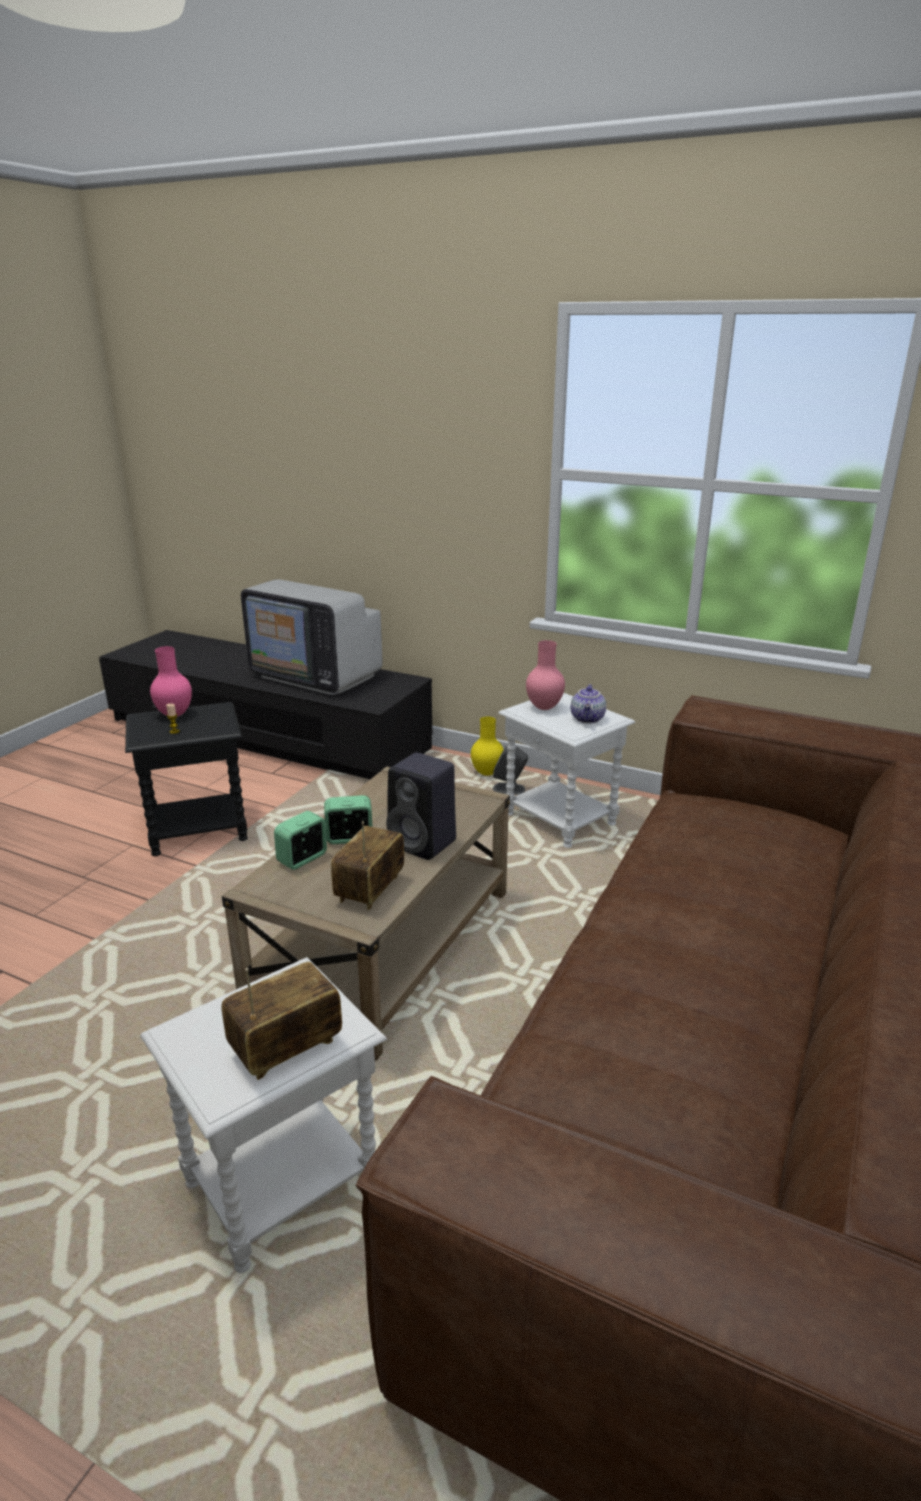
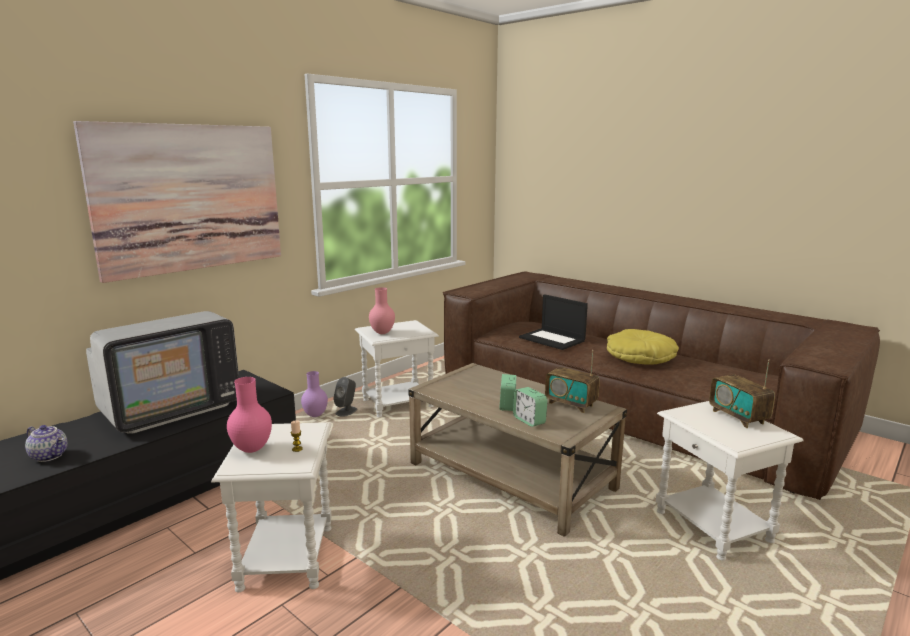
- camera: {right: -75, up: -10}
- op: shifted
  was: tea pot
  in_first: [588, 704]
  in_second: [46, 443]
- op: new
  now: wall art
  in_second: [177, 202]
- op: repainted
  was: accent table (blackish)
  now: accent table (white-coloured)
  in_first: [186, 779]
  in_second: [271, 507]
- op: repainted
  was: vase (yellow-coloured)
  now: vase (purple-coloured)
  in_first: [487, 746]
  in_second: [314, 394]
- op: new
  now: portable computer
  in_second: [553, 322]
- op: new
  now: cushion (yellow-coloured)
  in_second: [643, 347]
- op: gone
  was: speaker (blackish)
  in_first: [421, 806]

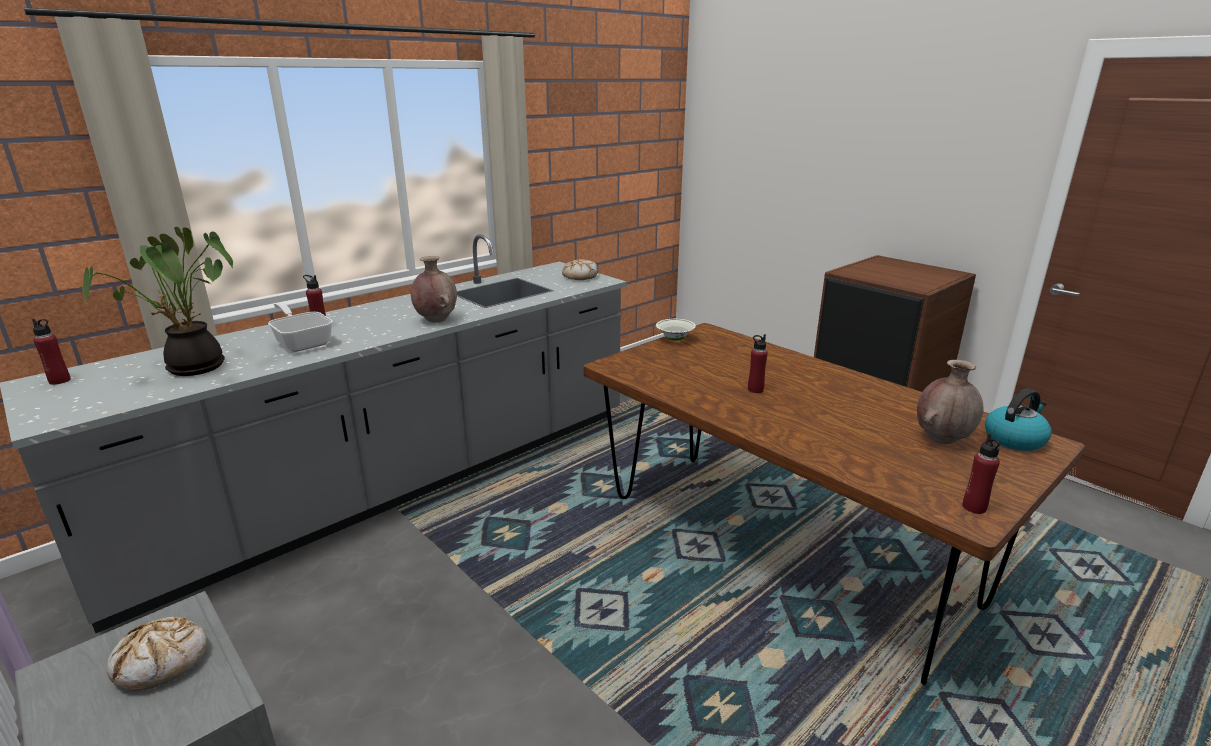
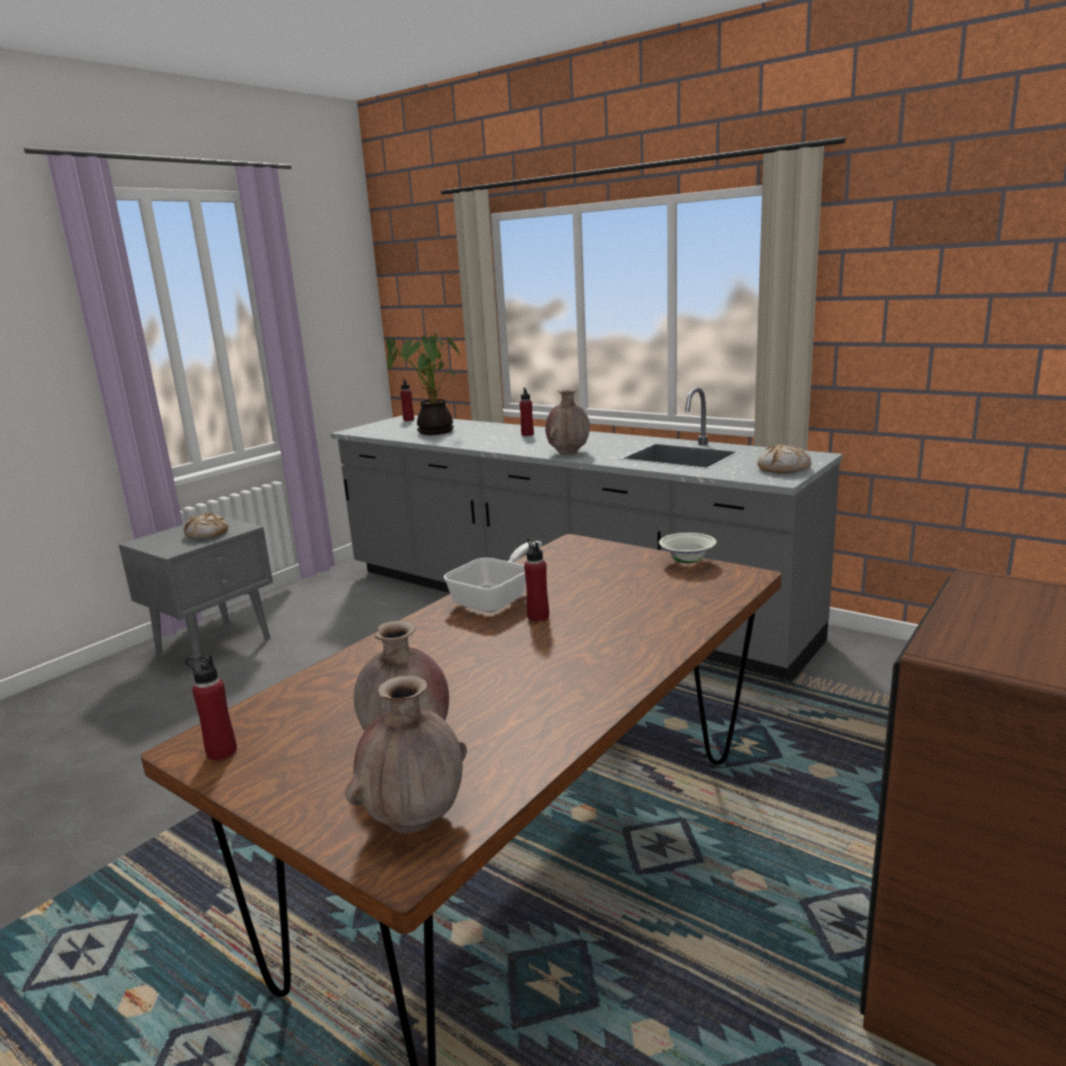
- camera: {right: 80, up: -5}
- op: swapped
  was: tea kettle
  now: vase (brown-coloured)
  in_first: [1018, 420]
  in_second: [406, 755]
- op: shifted
  was: frying pan
  in_first: [300, 327]
  in_second: [493, 577]

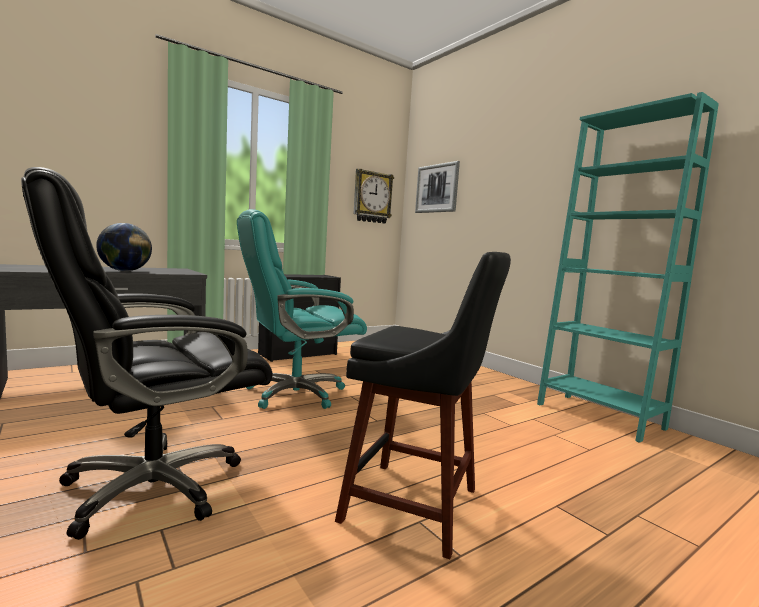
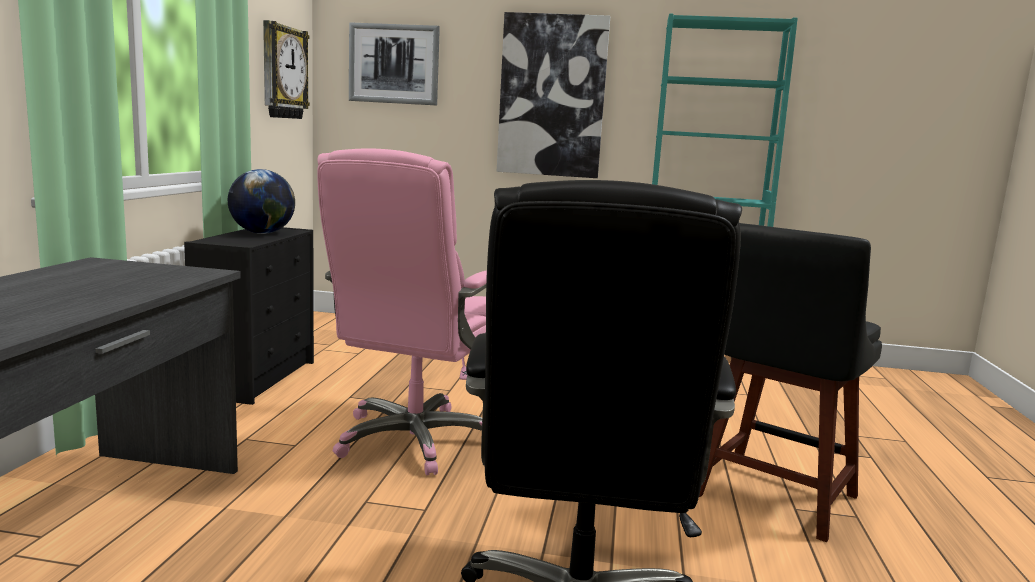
- camera: {right: -45, up: 5}
- op: shifted
  was: world globe
  in_first: [124, 247]
  in_second: [261, 201]
- op: repainted
  was: computer chair (blue-green)
  now: computer chair (pinkish)
  in_first: [302, 309]
  in_second: [402, 311]
- op: new
  now: wall art
  in_second: [553, 95]
- op: rotated
  was: plain chair (blackish)
  in_first: [423, 405]
  in_second: [790, 382]
  clockwise: 150

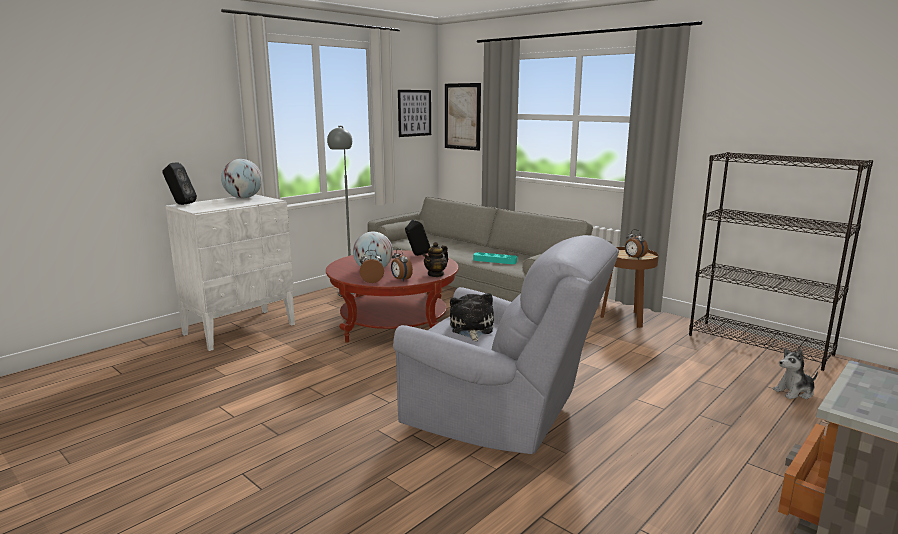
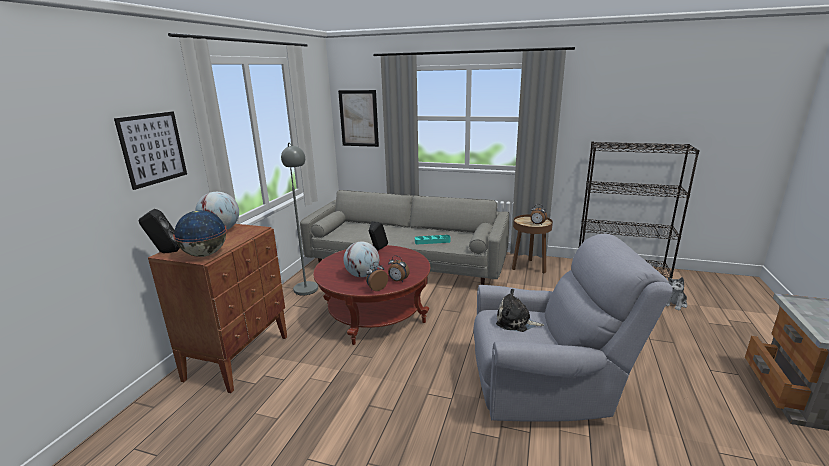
- camera: {right: -25, up: 5}
- op: shifted
  was: wall art
  in_first: [414, 113]
  in_second: [150, 150]
- op: repainted
  was: chest of drawers (white-coloured)
  now: chest of drawers (brown-coloured)
  in_first: [230, 272]
  in_second: [217, 308]
- op: new
  now: world globe
  in_second: [200, 233]
- op: rotated
  was: plush toy
  in_first: [472, 317]
  in_second: [520, 310]
  clockwise: -45
- op: gone
  was: tea pot
  in_first: [435, 259]

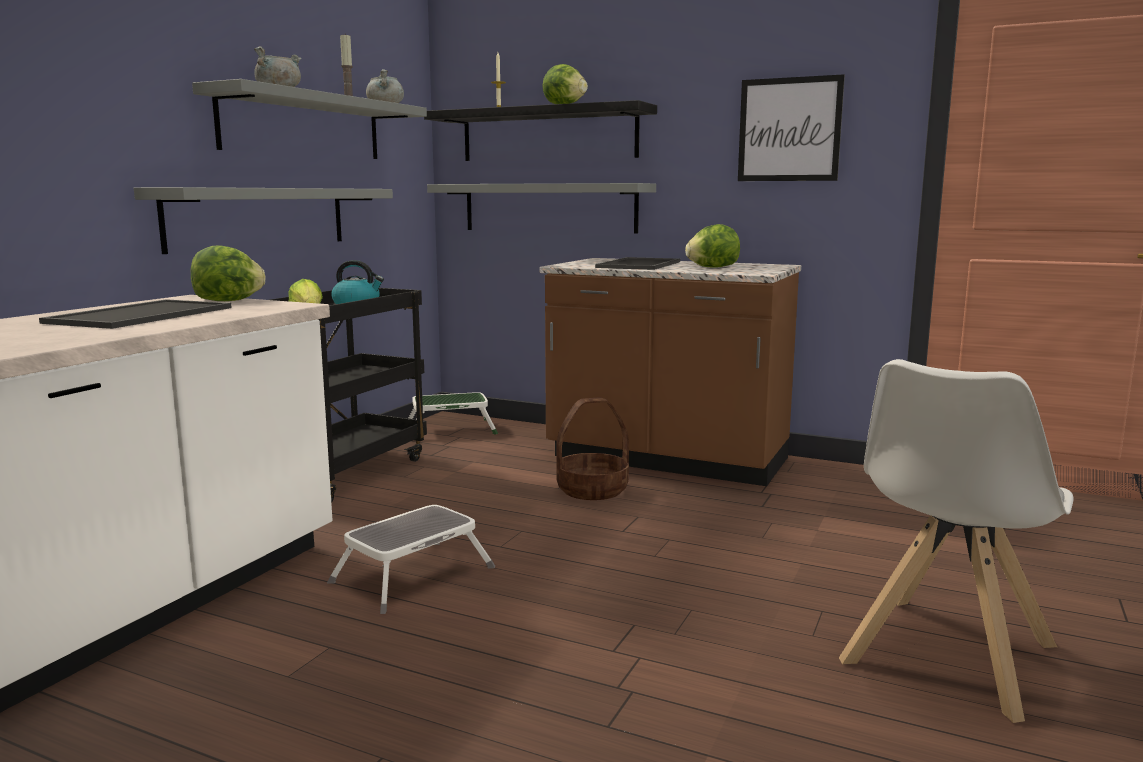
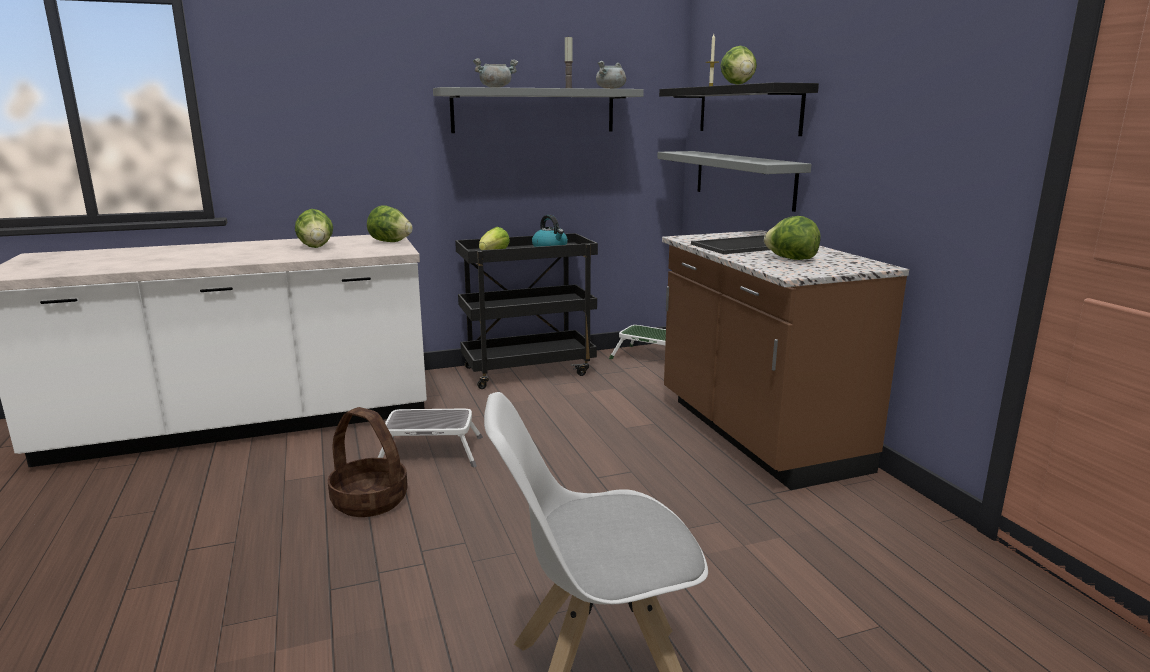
- camera: {right: 45, up: 5}
- op: swapped
  was: carrying tray
  now: lettuce head
  in_first: [135, 314]
  in_second: [314, 228]
- op: shifted
  was: storage basket
  in_first: [592, 448]
  in_second: [367, 462]
- op: gone
  was: bracket shelf (grey)
  in_first: [263, 220]
- op: gone
  was: wall art
  in_first: [791, 127]

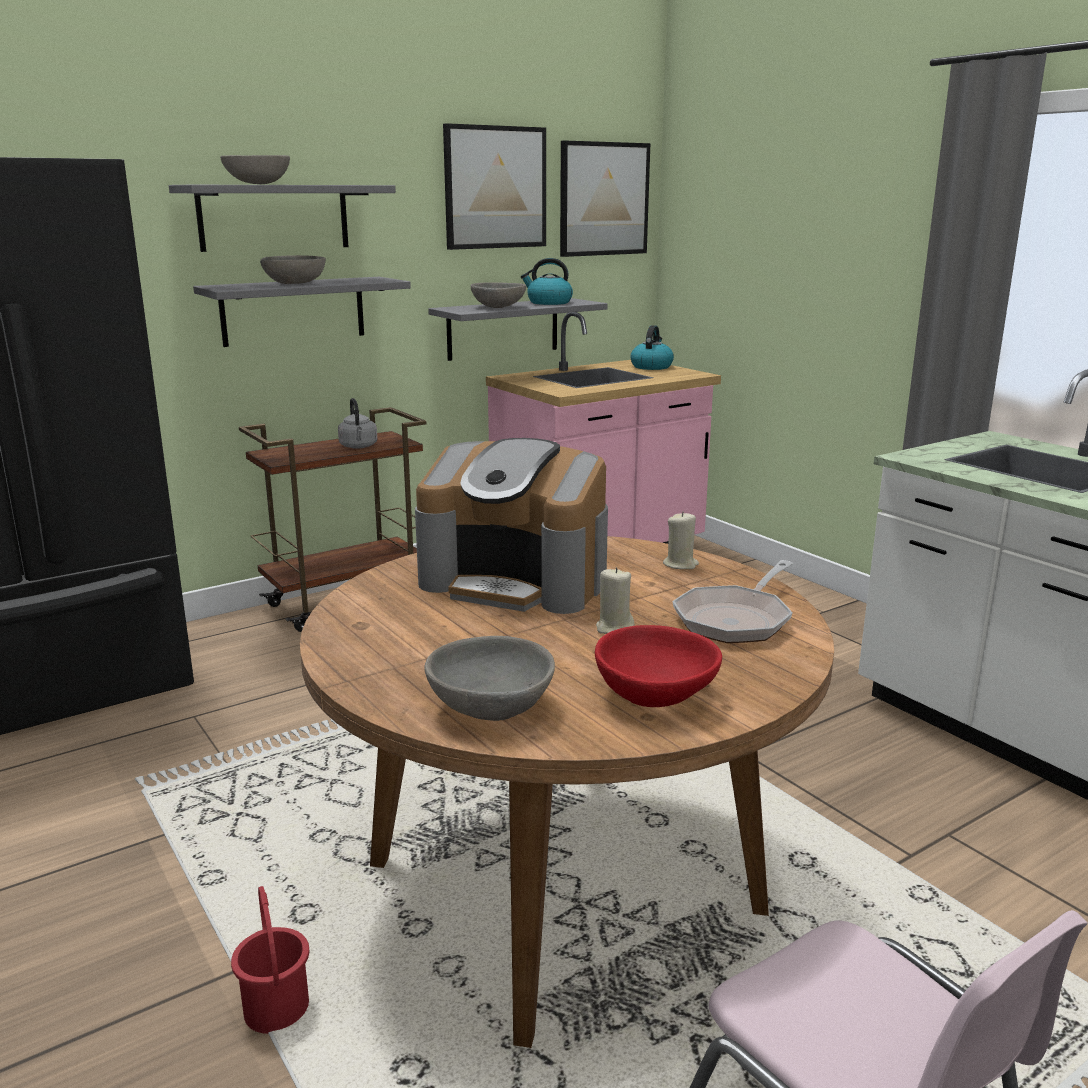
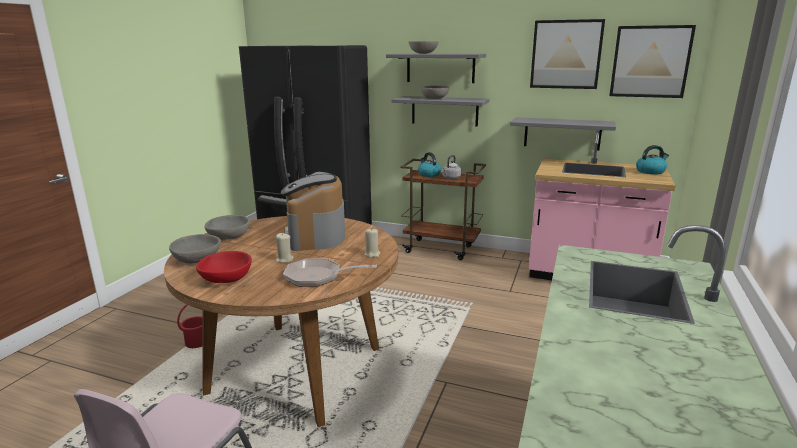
- camera: {right: 55, up: 0}
- op: shifted
  was: serving bowl (grey)
  in_first: [498, 295]
  in_second: [227, 227]
- op: shifted
  was: tea kettle
  in_first: [547, 281]
  in_second: [430, 164]

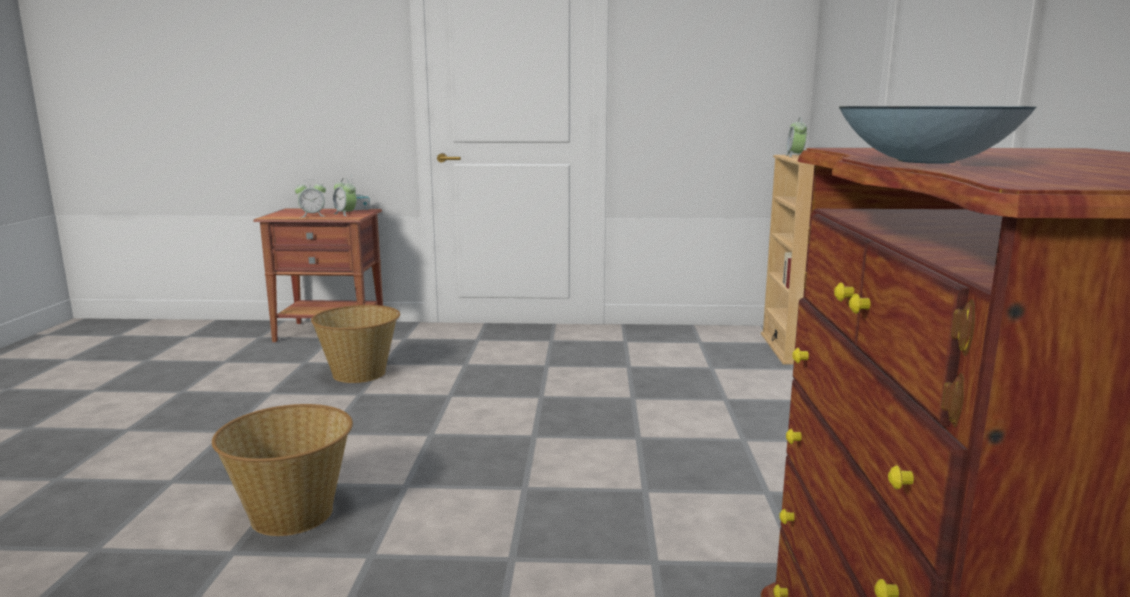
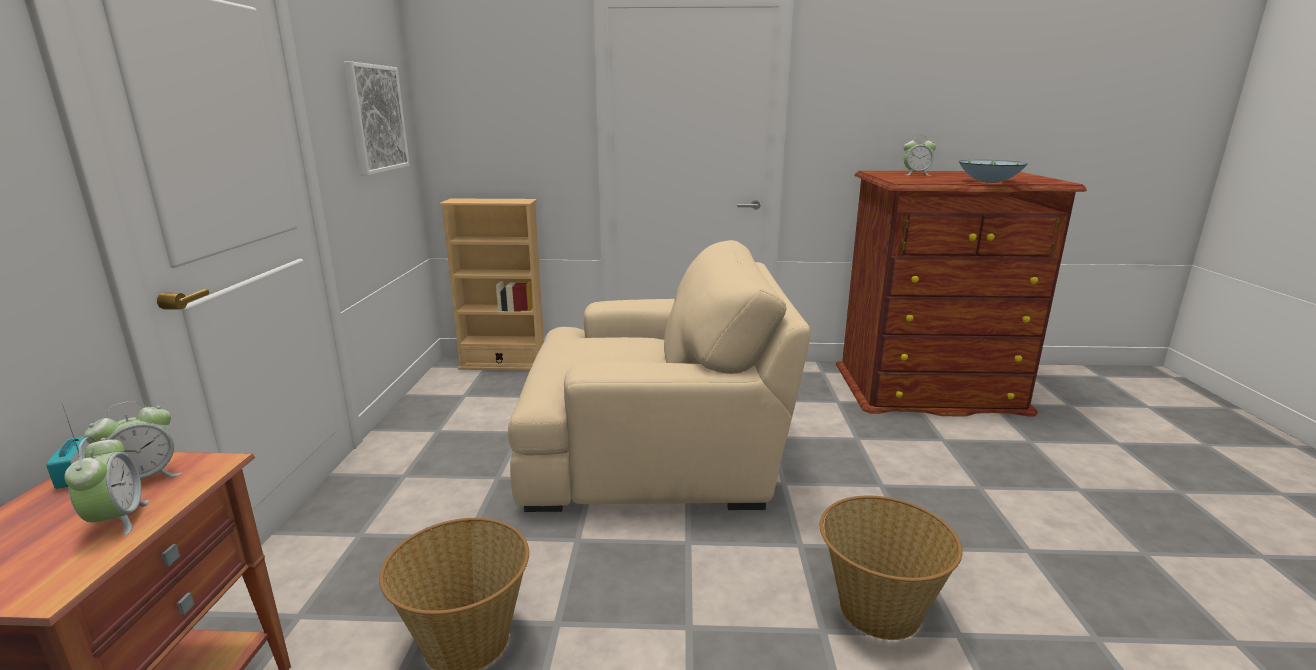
- camera: {right: -90, up: 5}
- op: new
  now: wall art
  in_second: [377, 118]
- op: new
  now: lounge chair (sand-coloured)
  in_second: [659, 376]
- op: shifted
  was: alarm clock
  in_first: [796, 137]
  in_second: [920, 157]

